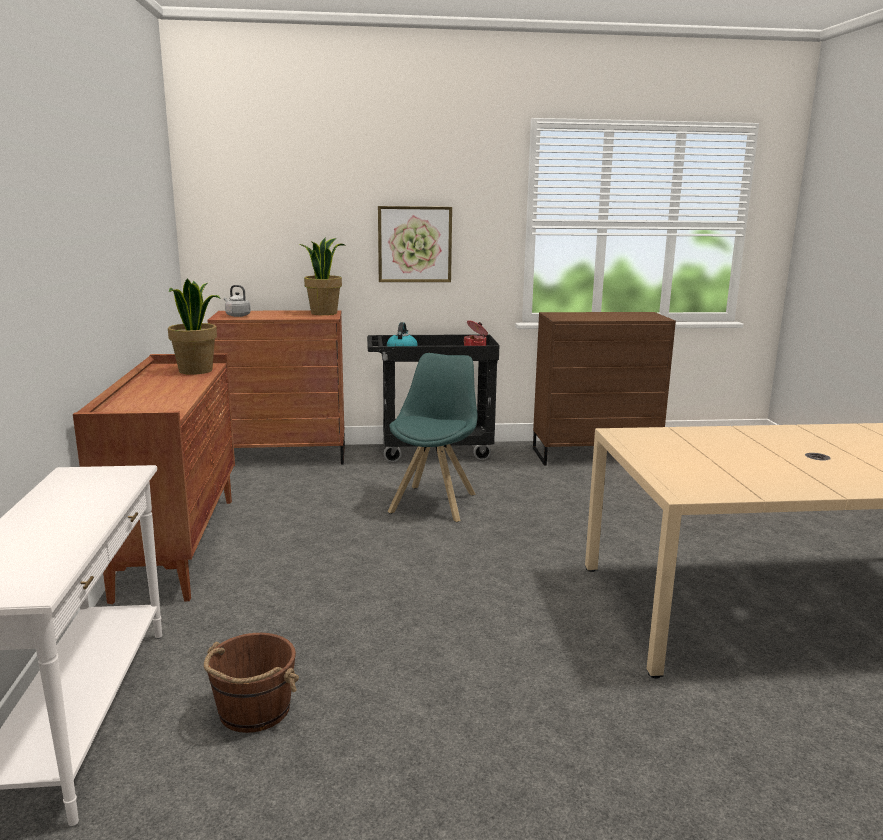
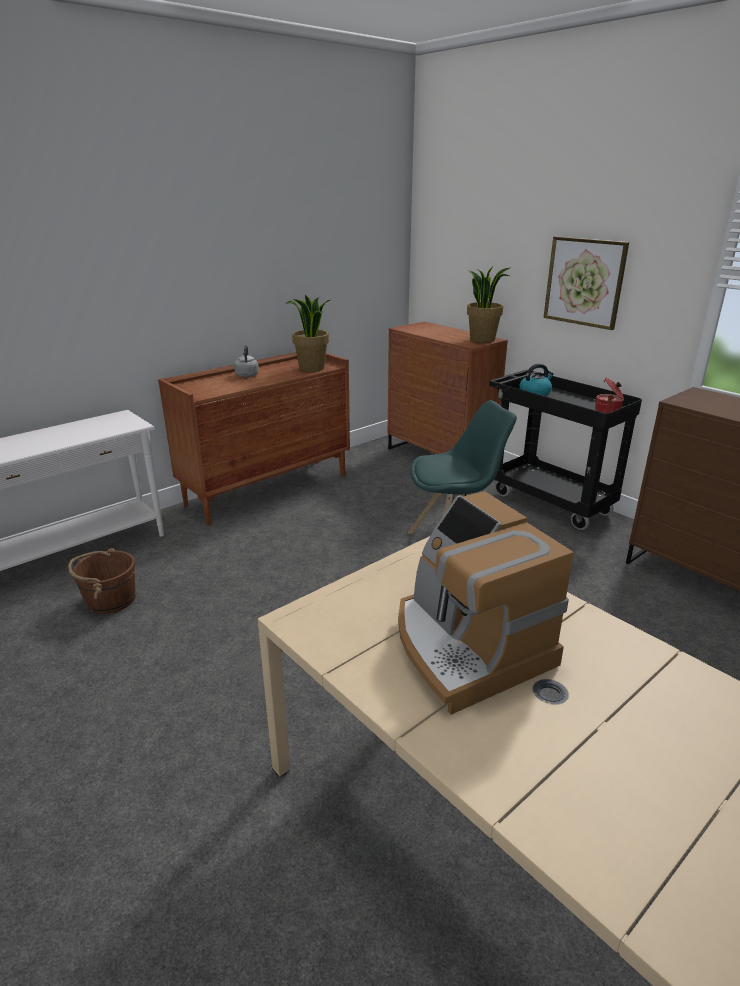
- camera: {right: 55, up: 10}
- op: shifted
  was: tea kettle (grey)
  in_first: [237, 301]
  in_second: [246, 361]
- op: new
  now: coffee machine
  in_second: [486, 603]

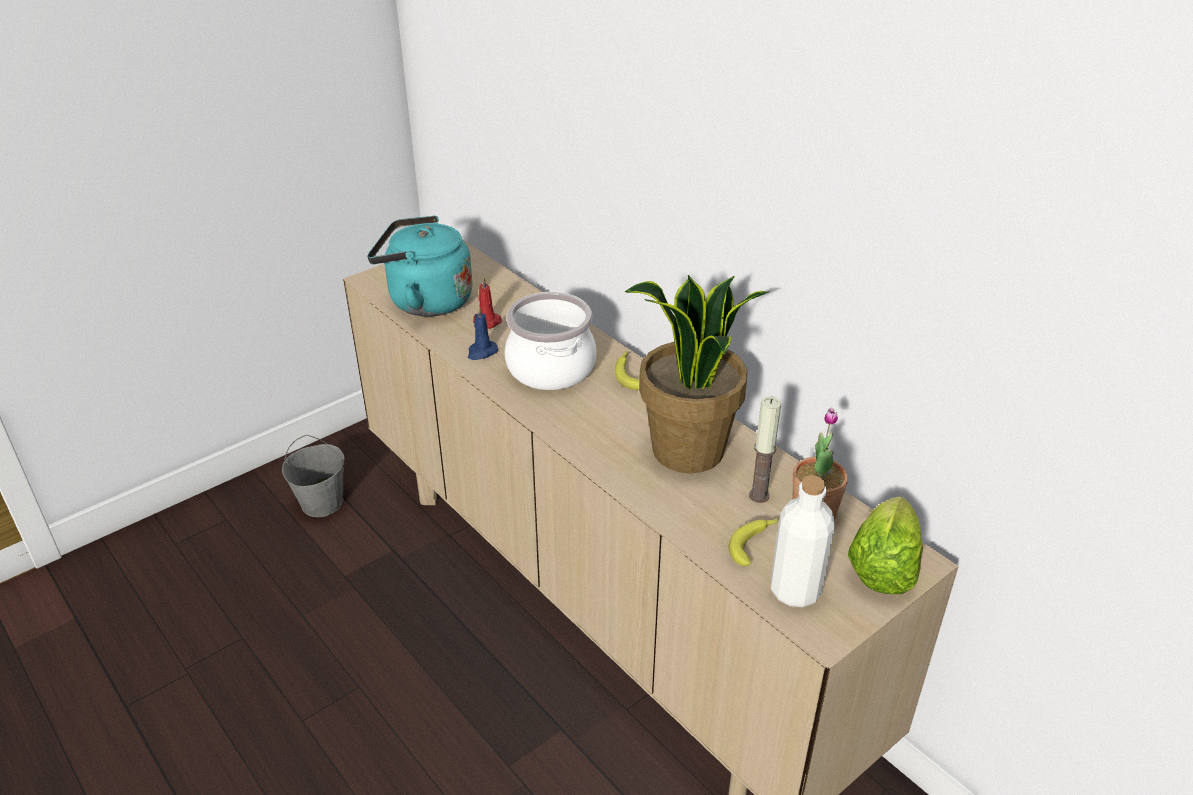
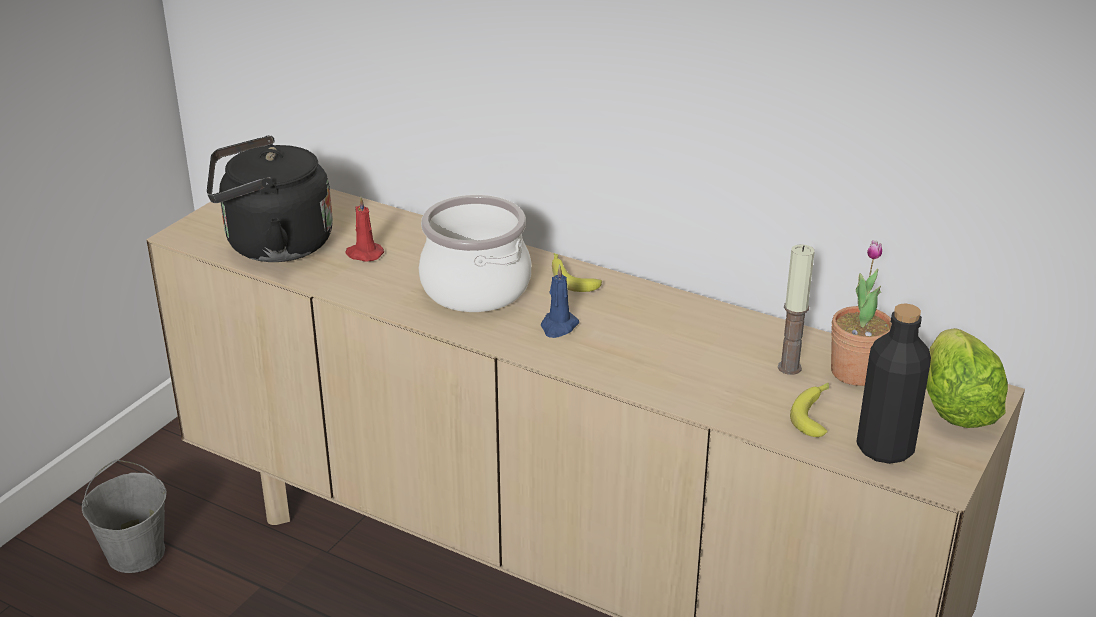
- camera: {right: -20, up: -5}
- op: repainted
  was: tea kettle (blue-green)
  now: tea kettle (blackish)
  in_first: [420, 266]
  in_second: [270, 198]
- op: shifted
  was: wax candle (blue)
  in_first: [483, 333]
  in_second: [560, 301]
- op: repainted
  was: bottle (white-coloured)
  now: bottle (blackish)
  in_first: [803, 541]
  in_second: [893, 383]
- op: gone
  was: plant in a pot
  in_first: [697, 374]

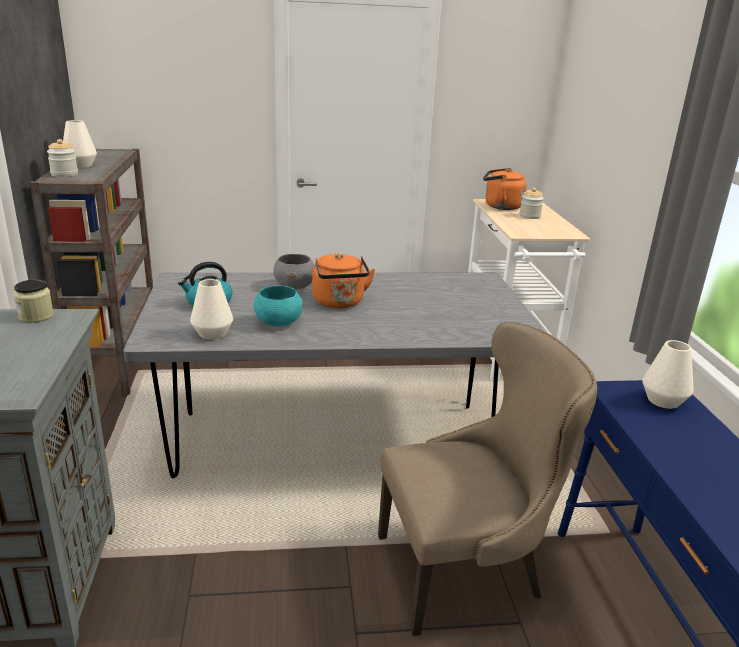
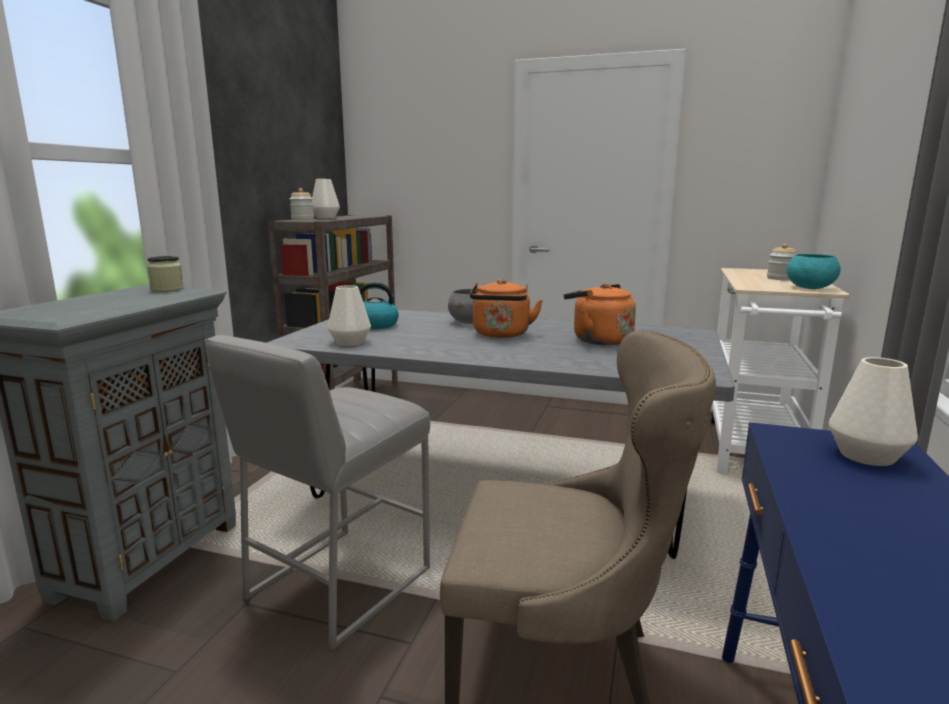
- camera: {right: 25, up: -10}
- op: new
  now: stool seat (grey)
  in_second: [317, 492]
- op: shifted
  was: tea kettle (orange)
  in_first: [505, 189]
  in_second: [600, 314]
- op: shifted
  was: serving bowl (blue-green)
  in_first: [278, 306]
  in_second: [814, 271]

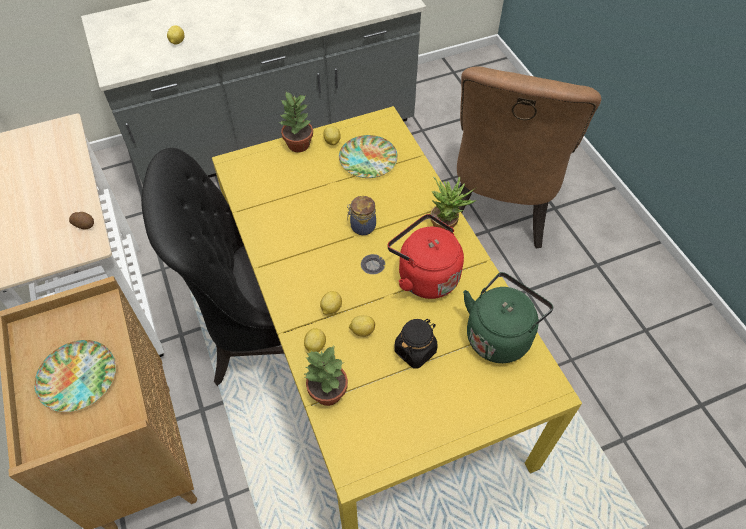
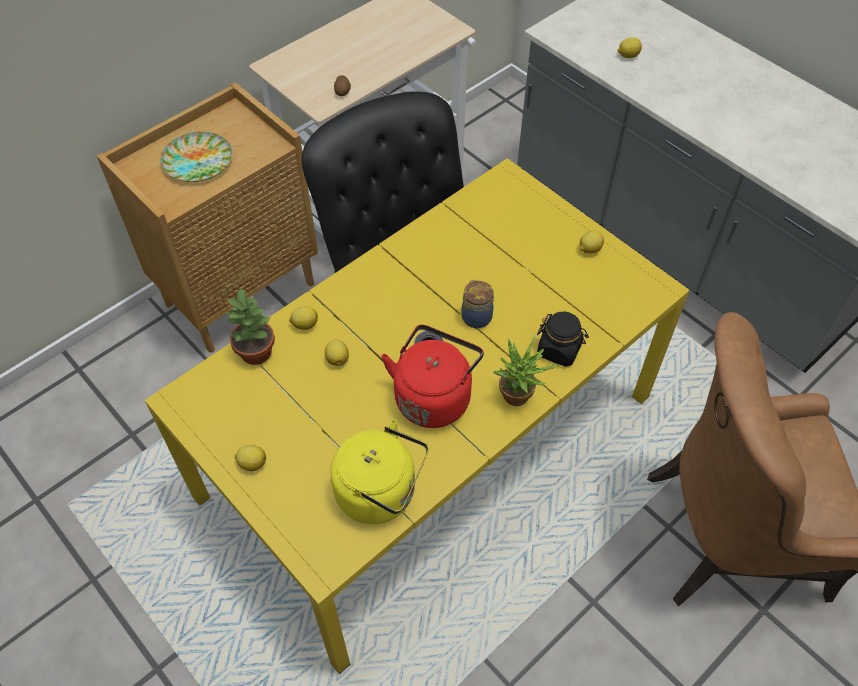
- camera: {right: 70, up: 0}
- op: shifted
  was: lemon
  in_first: [331, 303]
  in_second: [250, 458]
- op: repainted
  was: tea kettle (greenish)
  now: tea kettle (yellow-coloured)
  in_first: [508, 317]
  in_second: [379, 471]
- op: shifted
  was: jar (blackish)
  in_first: [415, 343]
  in_second: [563, 339]
- op: gone
  was: plant in a pot
  in_first: [296, 122]
- op: gone
  was: plate
  in_first: [368, 156]

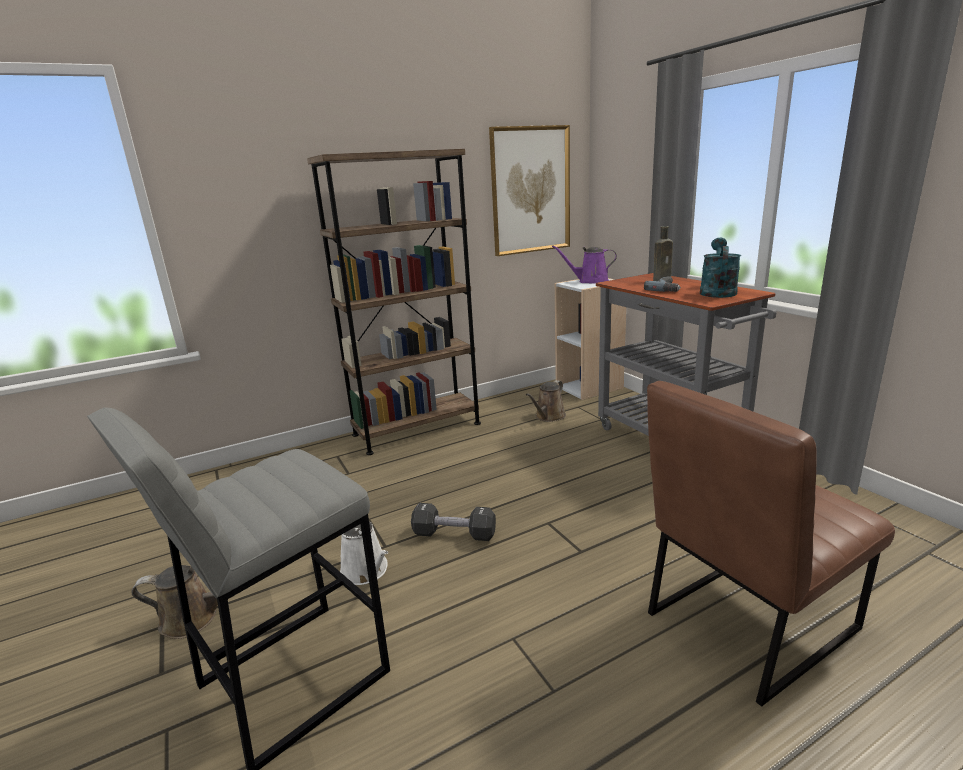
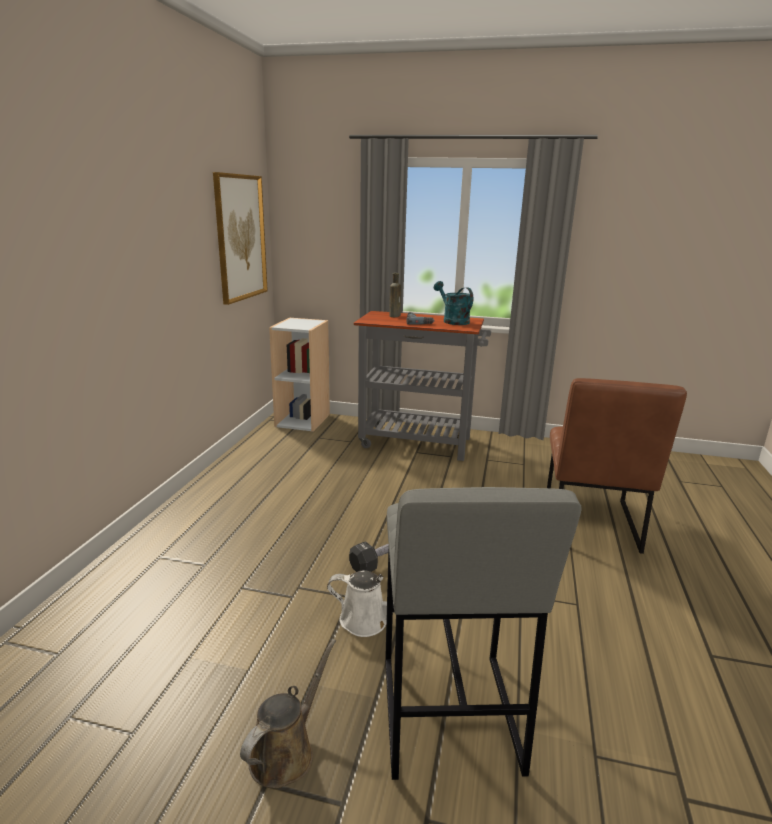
- camera: {right: -50, up: 0}
- op: gone
  was: shelving unit (brown-coloured)
  in_first: [394, 302]
- op: gone
  was: watering can (brown-coloured)
  in_first: [546, 401]
- op: gone
  was: watering can (purple-coloured)
  in_first: [584, 264]

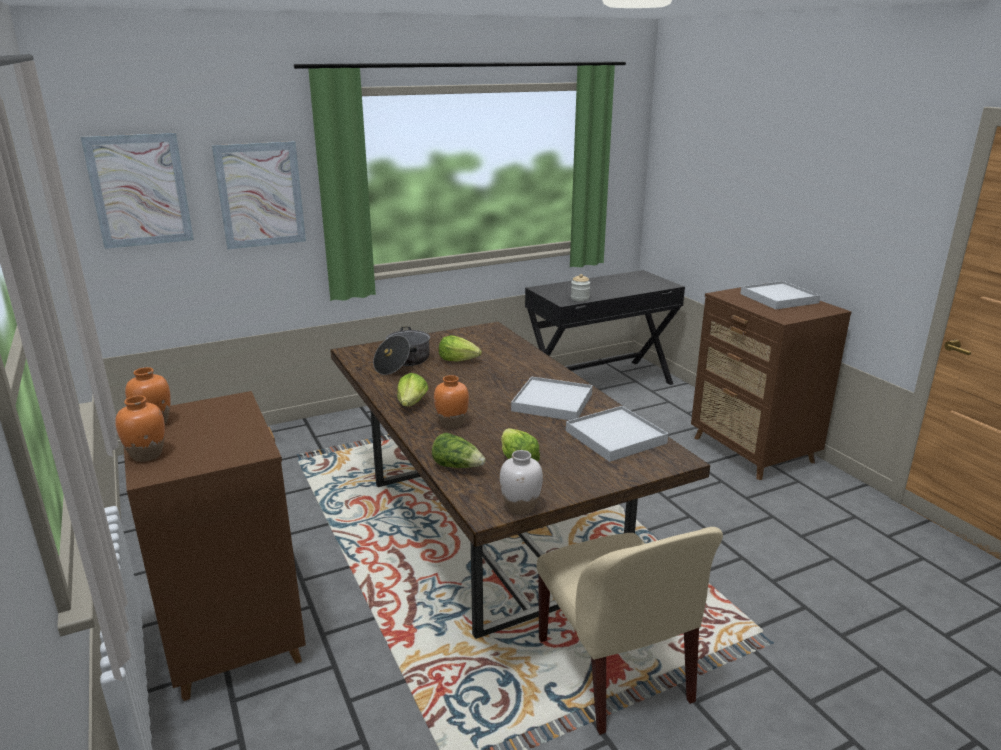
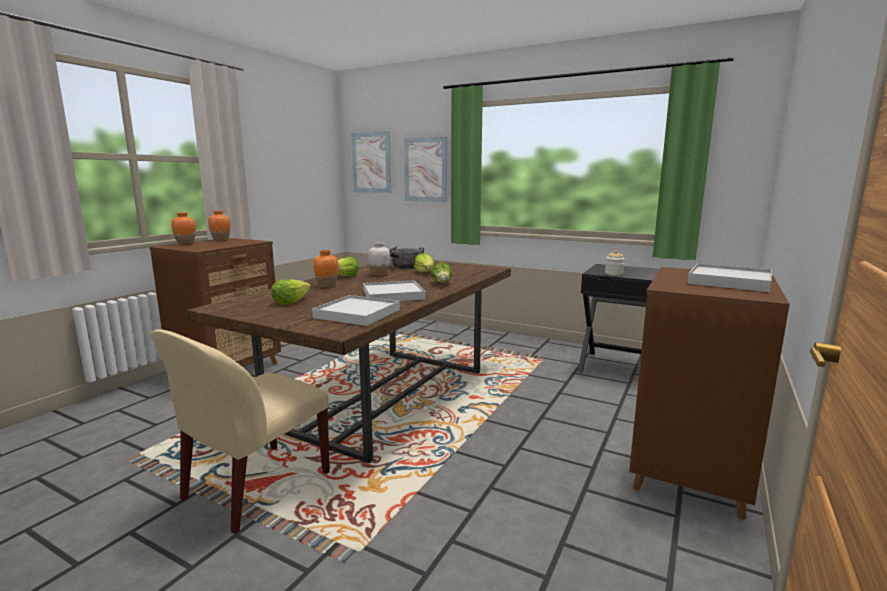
- camera: {right: 55, up: -10}
- op: shifted
  was: vase (white-coloured)
  in_first: [521, 482]
  in_second: [379, 259]
- op: shifted
  was: lettuce head
  in_first: [459, 450]
  in_second: [442, 272]

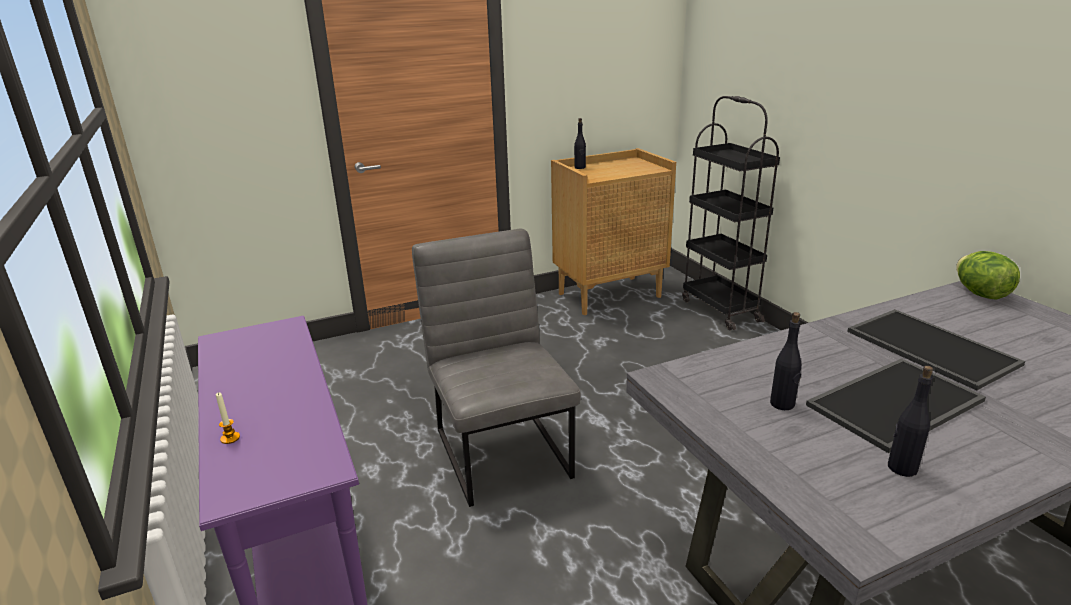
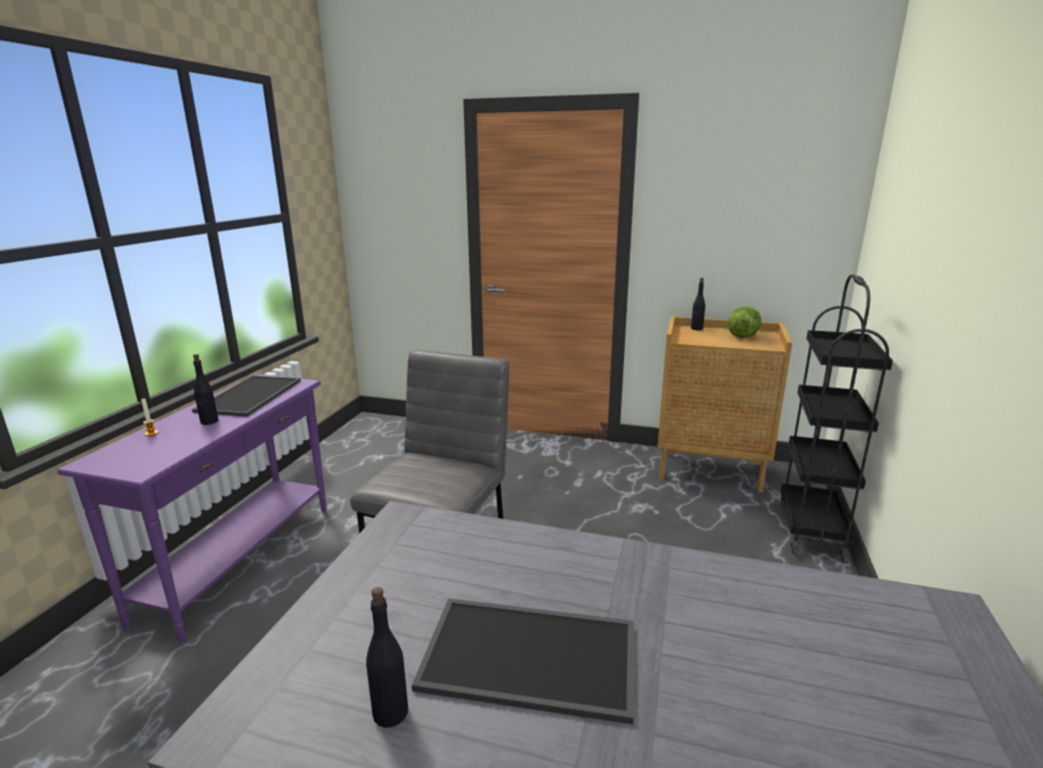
- camera: {right: 40, up: -5}
- op: shifted
  was: carrying tray
  in_first: [936, 349]
  in_second: [246, 396]
- op: shifted
  was: bottle (blackish)
  in_first: [785, 361]
  in_second: [205, 389]
- op: shifted
  was: lettuce head
  in_first: [988, 275]
  in_second: [744, 322]

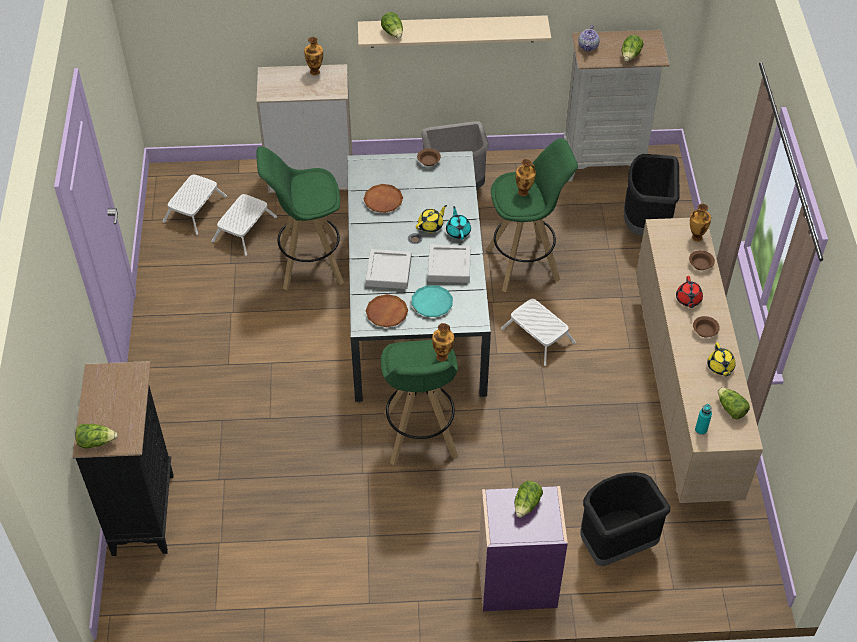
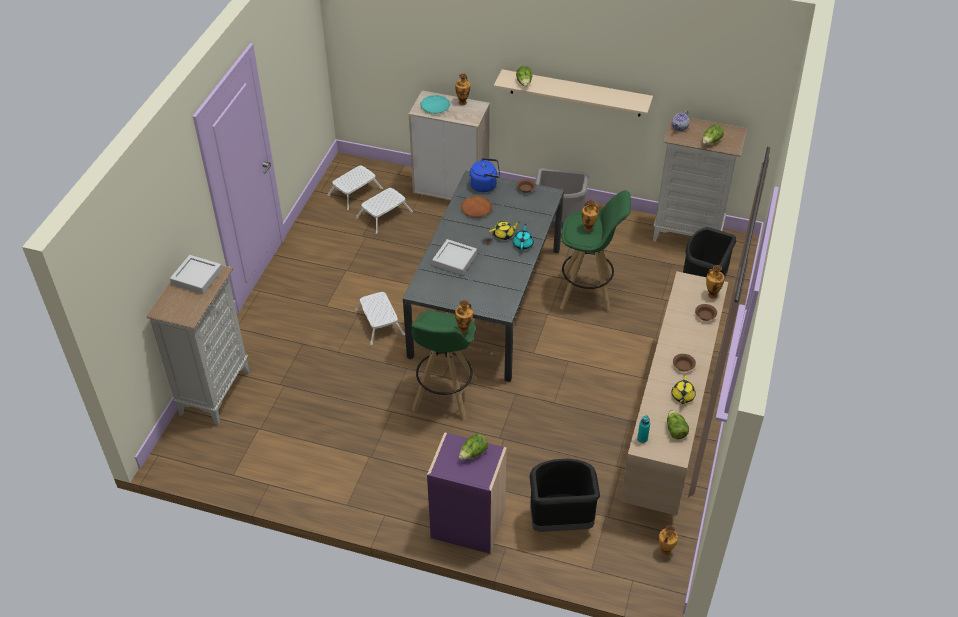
- camera: {right: 20, up: -5}
- op: repainted
  was: chest of drawers (blackish)
  now: chest of drawers (white-coloured)
  in_first: [123, 458]
  in_second: [198, 345]
- op: shifted
  was: carrying tray (grey)
  in_first: [449, 263]
  in_second: [196, 274]
- op: shifted
  was: step ladder (white-coloured)
  in_first: [538, 332]
  in_second: [380, 318]
- op: shifted
  was: plate (blue-green)
  in_first: [432, 301]
  in_second: [435, 104]
- op: new
  now: tea kettle (blue)
  in_second: [484, 175]
- op: new
  now: vase
  in_second: [668, 540]
- op: gone
  was: lettuce head
  in_first: [96, 436]
- op: gone
  was: stool seat (greenish)
  in_first: [300, 218]
- op: gone
  was: plate (brown-coloured)
  in_first: [387, 310]
- op: gone
  was: tea pot (red-coloured)
  in_first: [689, 292]

